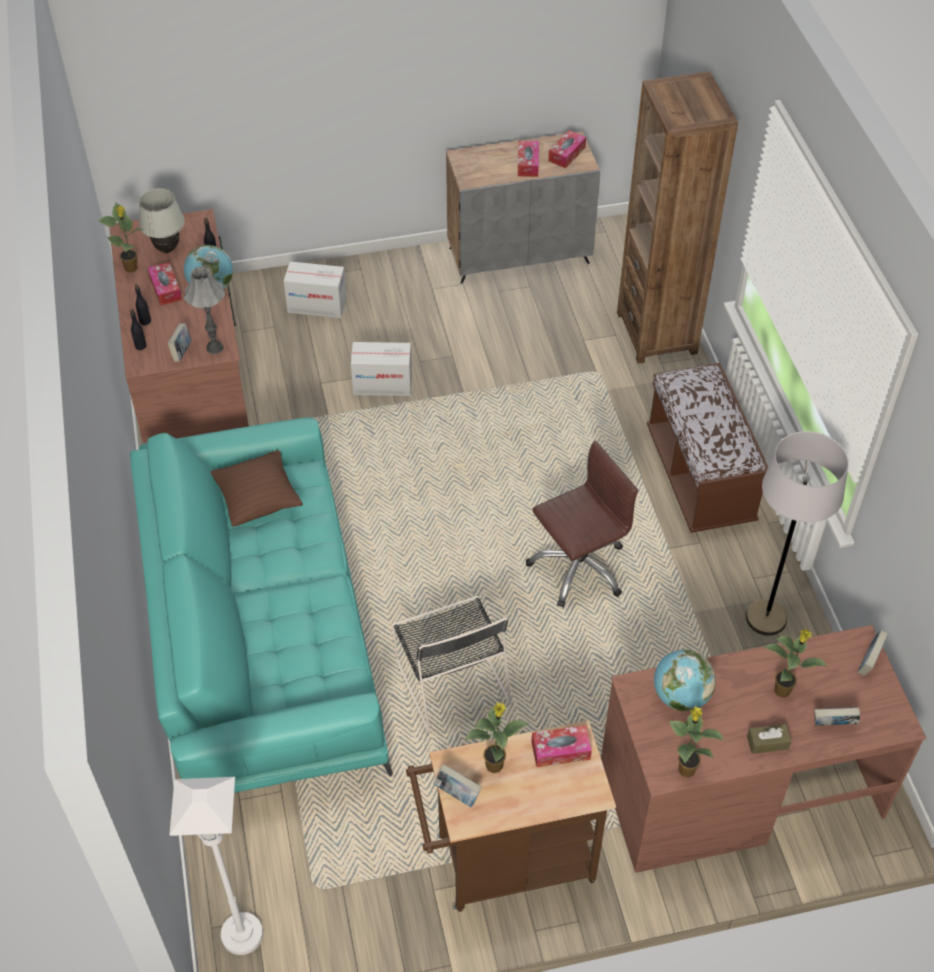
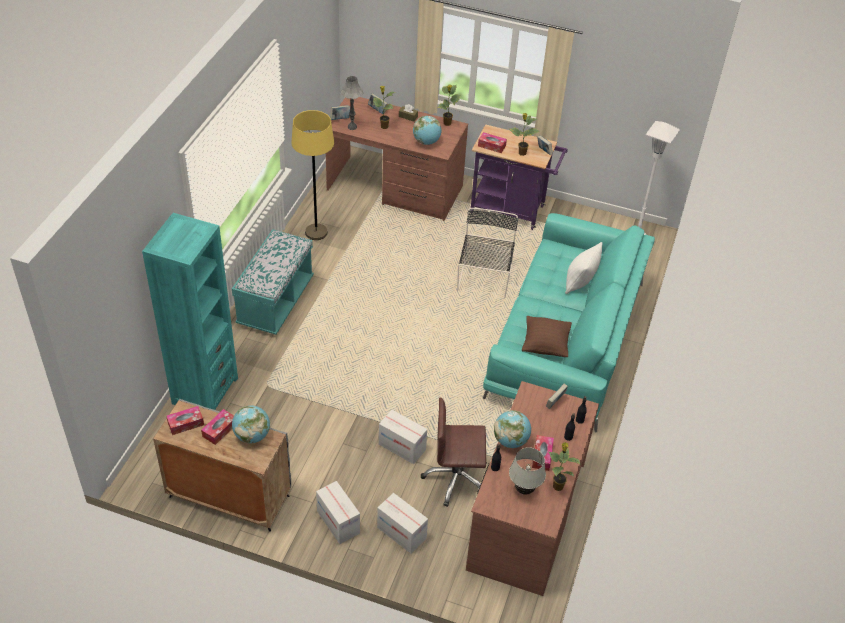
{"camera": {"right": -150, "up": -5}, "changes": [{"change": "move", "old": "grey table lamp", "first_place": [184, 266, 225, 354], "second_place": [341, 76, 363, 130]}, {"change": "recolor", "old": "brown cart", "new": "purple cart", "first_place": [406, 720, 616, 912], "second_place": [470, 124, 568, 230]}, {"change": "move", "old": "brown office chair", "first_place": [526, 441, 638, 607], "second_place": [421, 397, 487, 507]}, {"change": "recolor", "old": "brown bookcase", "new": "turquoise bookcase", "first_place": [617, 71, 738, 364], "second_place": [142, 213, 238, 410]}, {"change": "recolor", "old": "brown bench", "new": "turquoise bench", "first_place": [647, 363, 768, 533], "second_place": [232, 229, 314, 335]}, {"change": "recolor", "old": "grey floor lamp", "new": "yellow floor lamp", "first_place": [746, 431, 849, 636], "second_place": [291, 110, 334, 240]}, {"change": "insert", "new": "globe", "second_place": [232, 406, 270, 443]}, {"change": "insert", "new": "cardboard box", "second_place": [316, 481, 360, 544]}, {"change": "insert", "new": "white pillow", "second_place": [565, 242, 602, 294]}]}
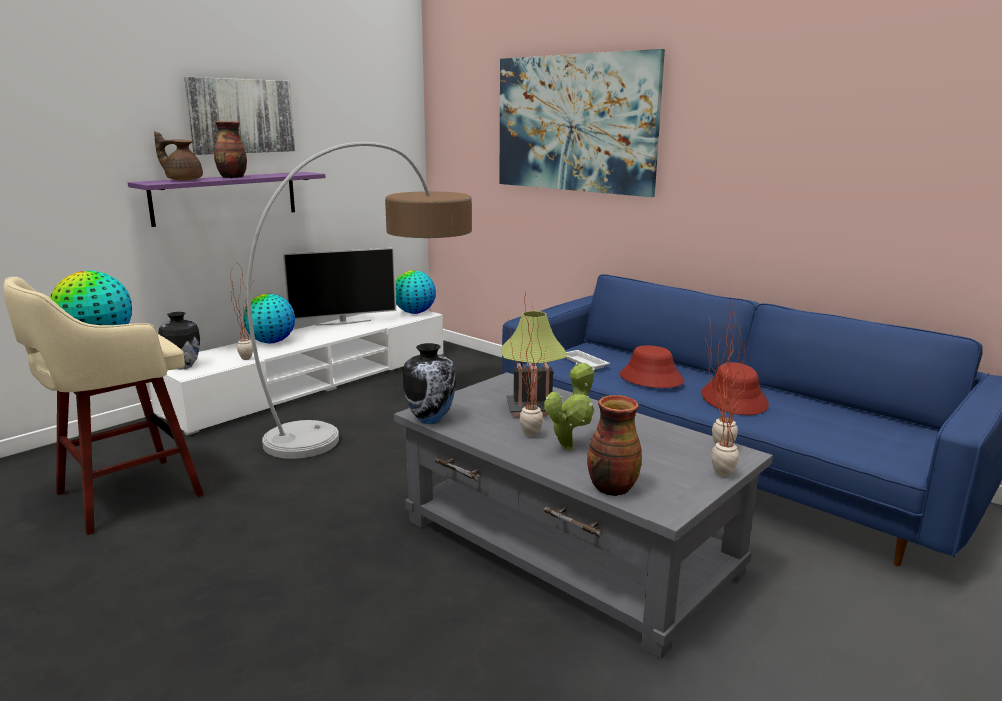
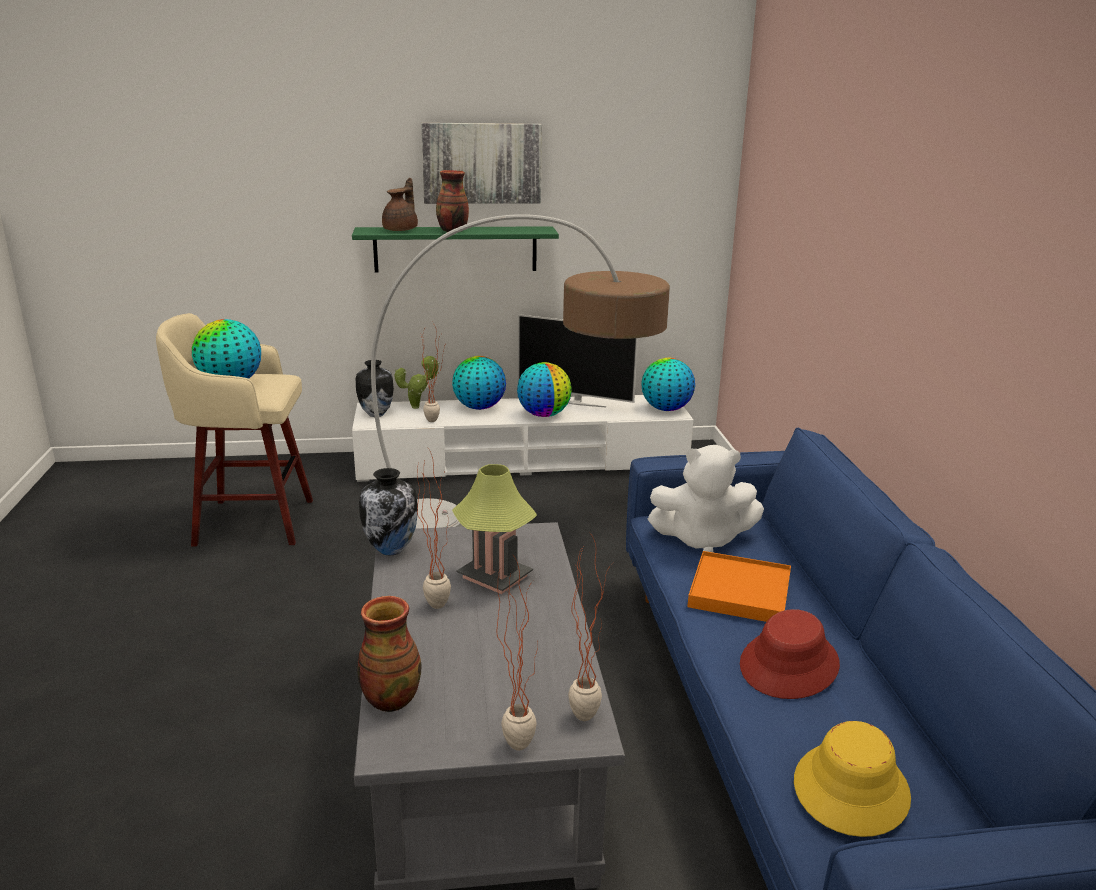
{"camera": {"right": 40, "up": 5}, "changes": [{"change": "recolor", "old": "purple shelf", "new": "green shelf", "first_place": [128, 172, 325, 227], "second_place": [352, 226, 559, 273]}, {"change": "rotate", "old": "brown teapot", "first_place": [154, 131, 203, 181], "second_place": [382, 178, 418, 231], "degrees": 60}, {"change": "delete", "old": "picture", "first_place": [500, 49, 665, 197]}, {"change": "move", "old": "potted plant", "first_place": [544, 363, 595, 450], "second_place": [394, 355, 440, 409]}, {"change": "replace", "old": "white tray", "new": "white plush toy", "first_place": [566, 350, 610, 369], "second_place": [648, 445, 764, 553]}, {"change": "replace", "old": "red hat", "new": "orange tray", "first_place": [620, 345, 684, 388], "second_place": [687, 551, 791, 622]}, {"change": "insert", "new": "globe", "second_place": [517, 362, 572, 417]}, {"change": "insert", "new": "yellow hat", "second_place": [794, 721, 911, 837]}]}
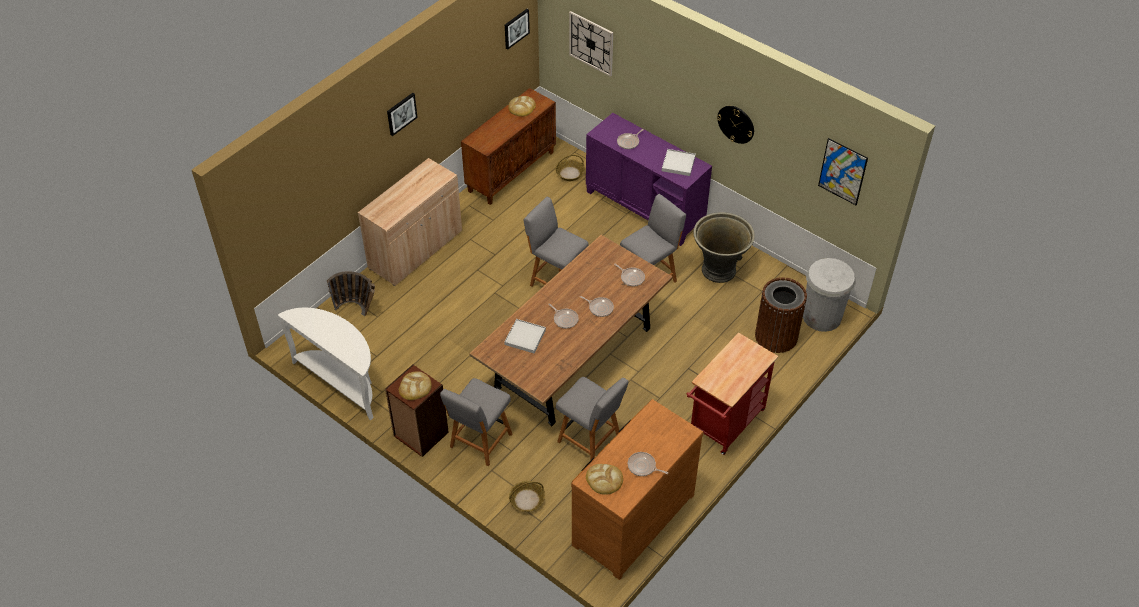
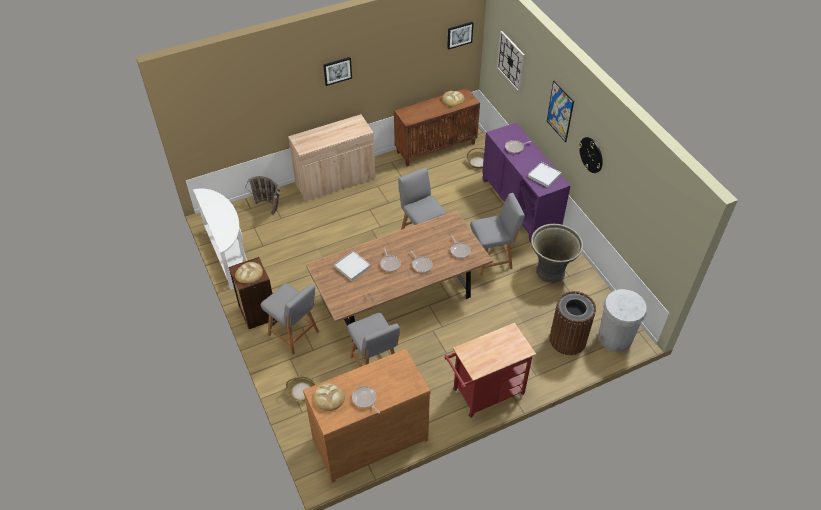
{"camera": {"right": 25, "up": 0}, "changes": [{"change": "rotate", "old": "grey chair", "first_place": [440, 378, 512, 466], "second_place": [261, 283, 319, 355], "degrees": -105}, {"change": "move", "old": "picture", "first_place": [818, 138, 868, 205], "second_place": [547, 81, 574, 142]}]}
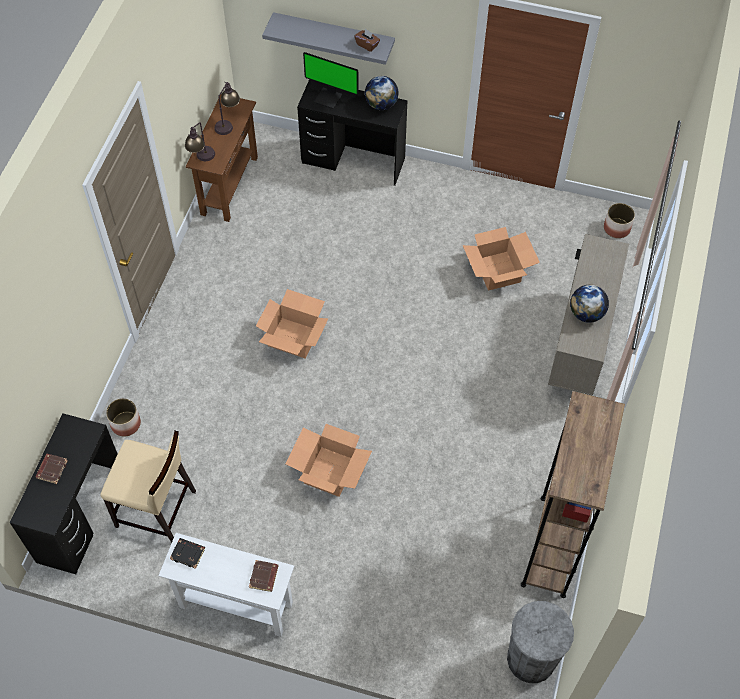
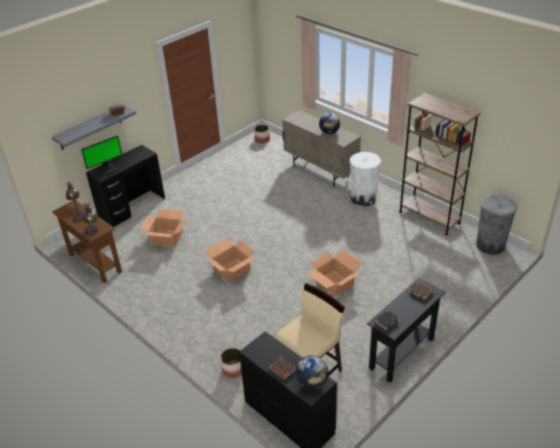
{"camera": {"right": -60, "up": -20}, "changes": [{"change": "recolor", "old": "white console table", "new": "black console table", "first_place": [159, 533, 294, 637], "second_place": [367, 278, 446, 383]}, {"change": "move", "old": "globe", "first_place": [365, 76, 398, 110], "second_place": [295, 356, 328, 390]}, {"change": "move", "old": "cardboard box", "first_place": [463, 227, 540, 290], "second_place": [141, 209, 186, 246]}, {"change": "insert", "new": "white trash can", "second_place": [350, 152, 381, 207]}]}
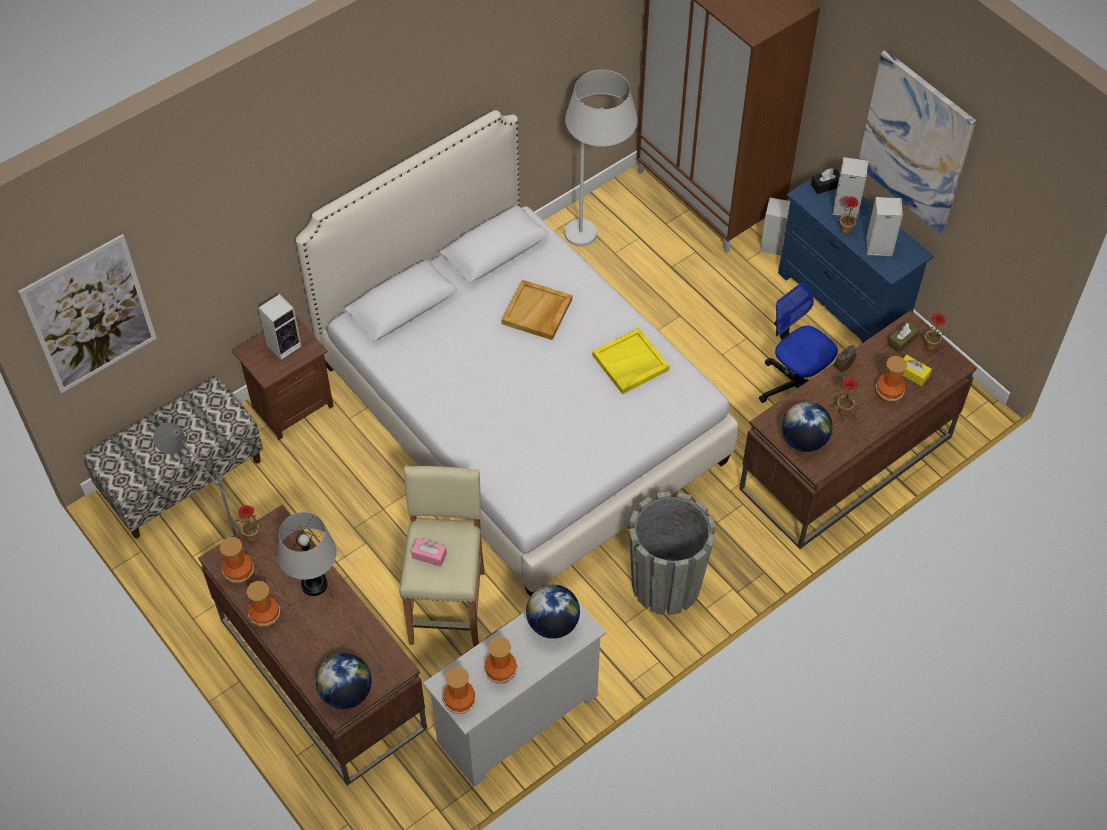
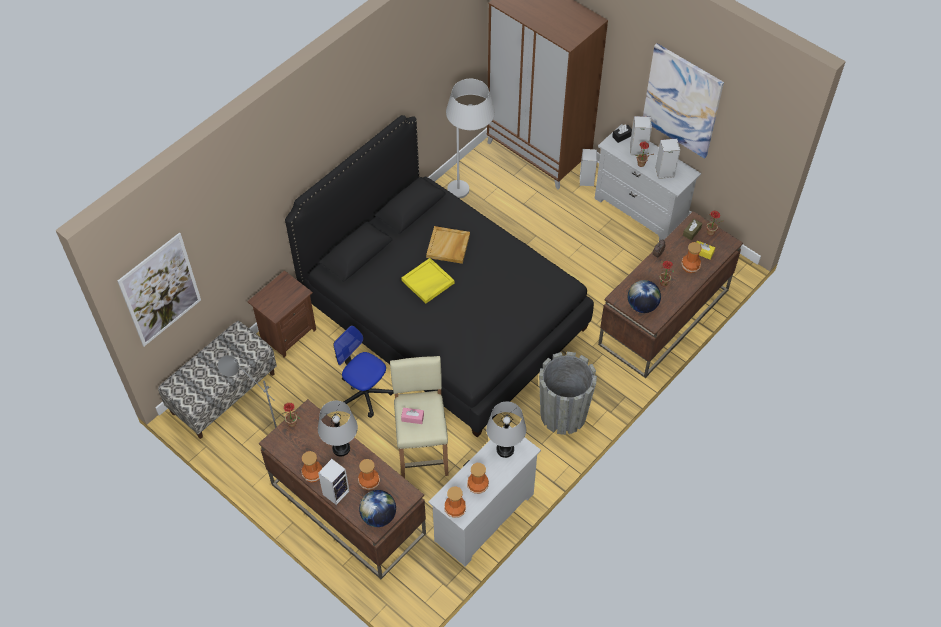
{"camera": {"right": -10, "up": 0}, "changes": [{"change": "move", "old": "vase", "first_place": [220, 537, 254, 584], "second_place": [358, 459, 380, 490]}, {"change": "move", "old": "speaker", "first_place": [258, 294, 302, 360], "second_place": [318, 459, 349, 505]}, {"change": "recolor", "old": "white bed", "new": "black bed", "first_place": [296, 110, 738, 597], "second_place": [285, 115, 594, 437]}, {"change": "replace", "old": "globe", "new": "grey table lamp", "first_place": [526, 584, 580, 639], "second_place": [486, 402, 526, 458]}, {"change": "move", "old": "yellow tray", "first_place": [592, 328, 670, 394], "second_place": [401, 258, 454, 303]}, {"change": "move", "old": "office chair", "first_place": [759, 282, 838, 403], "second_place": [334, 326, 394, 418]}, {"change": "recolor", "old": "blue dresser", "new": "white dresser", "first_place": [778, 168, 934, 343], "second_place": [594, 124, 701, 241]}]}
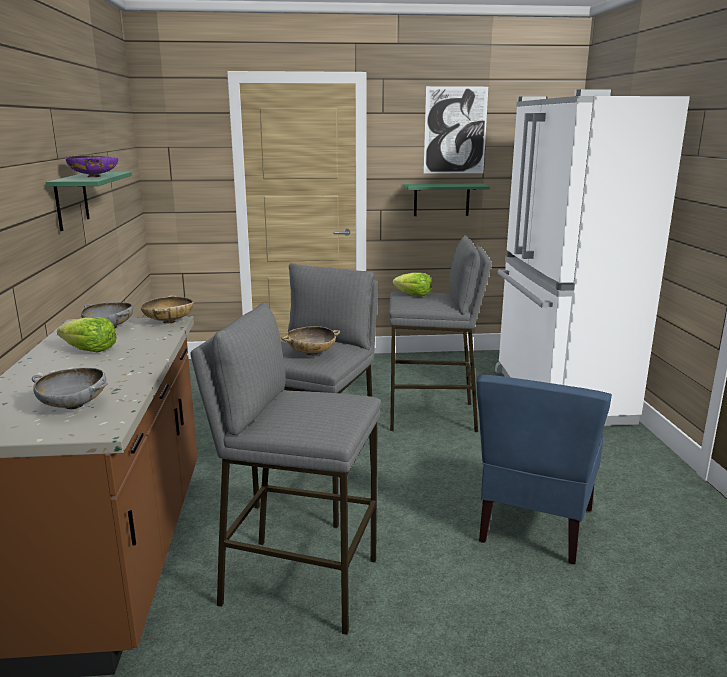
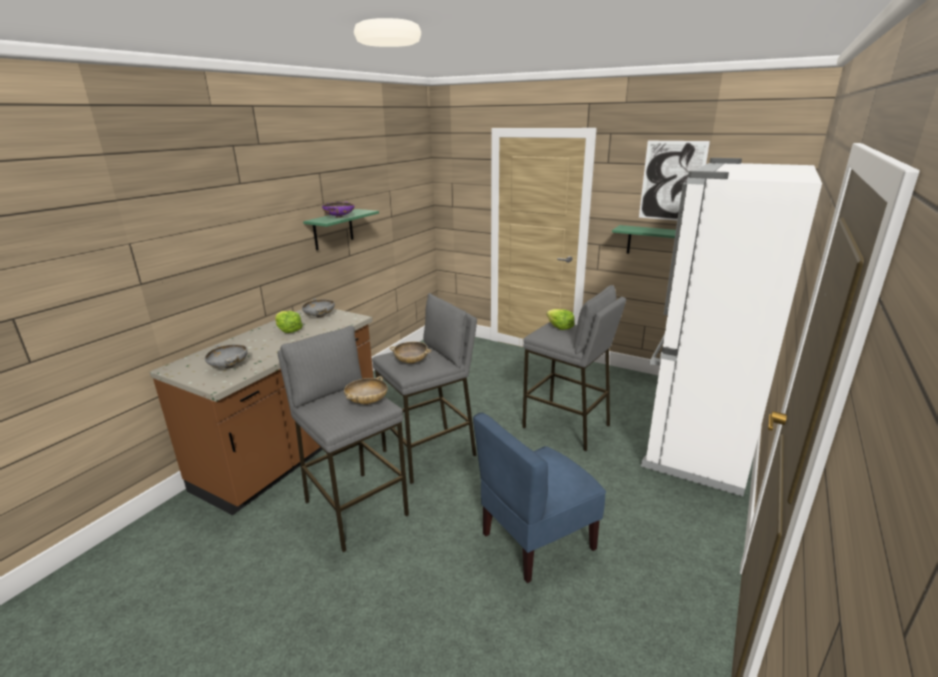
{"camera": {"right": 35, "up": 5}, "changes": [{"change": "move", "old": "beige bowl", "first_place": [141, 295, 194, 324], "second_place": [344, 376, 388, 405]}]}
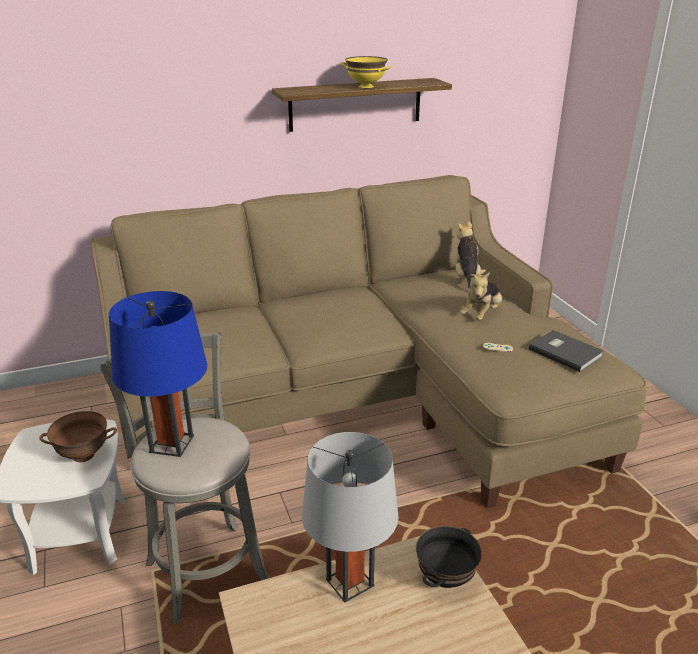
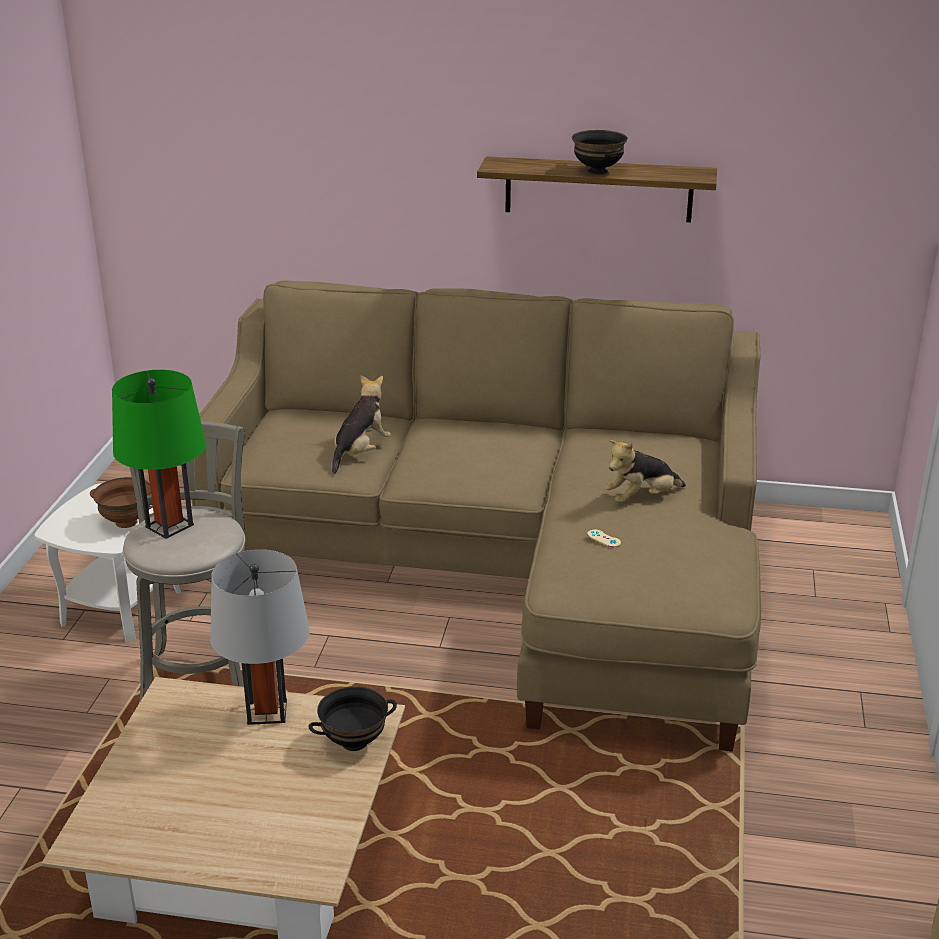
{"camera": {"right": 30, "up": 0}, "changes": [{"change": "recolor", "old": "blue table lamp", "new": "green table lamp", "first_place": [109, 291, 207, 457], "second_place": [112, 370, 206, 539]}, {"change": "recolor", "old": "yellow bowl", "new": "black bowl", "first_place": [342, 56, 392, 88], "second_place": [572, 130, 627, 174]}, {"change": "move", "old": "plush toy", "first_place": [455, 221, 486, 288], "second_place": [332, 375, 391, 474]}, {"change": "delete", "old": "grey book", "first_place": [529, 330, 604, 372]}]}
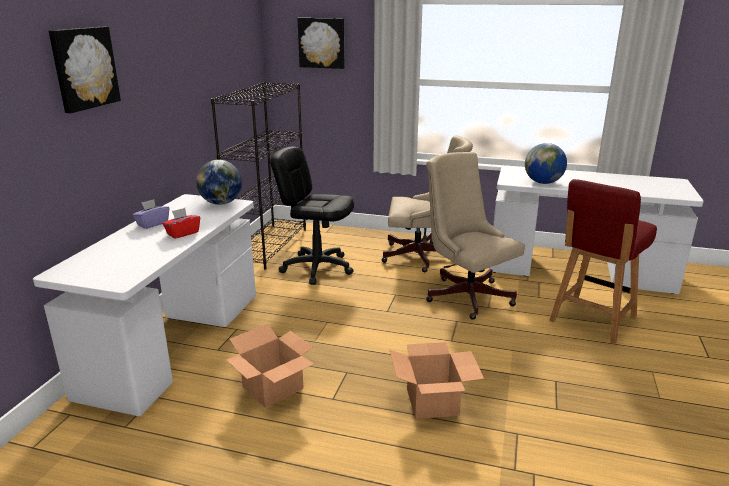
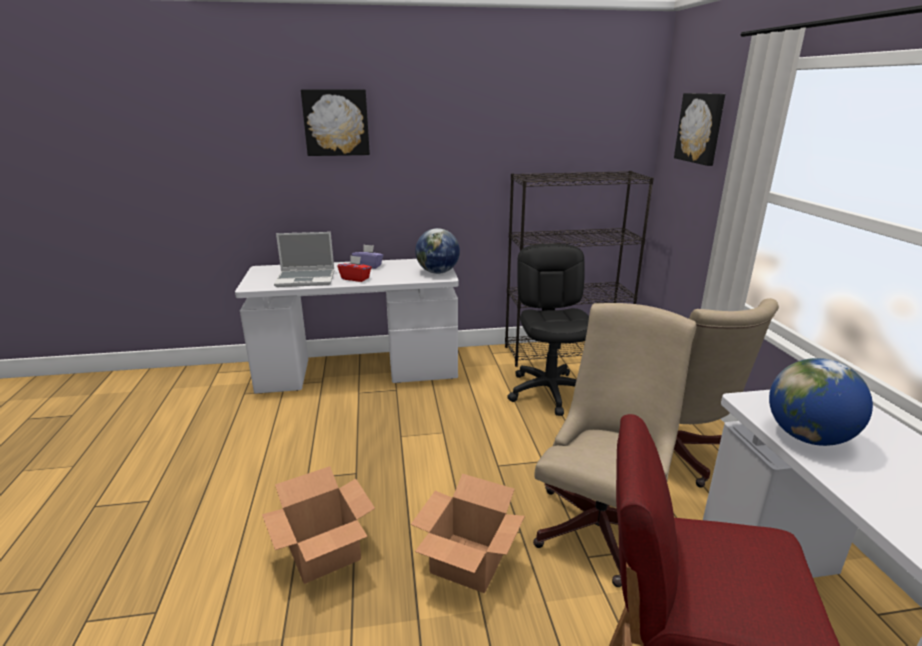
{"camera": {"right": 65, "up": 0}, "changes": [{"change": "move", "old": "cardboard box", "first_place": [226, 324, 314, 408], "second_place": [411, 474, 525, 593]}, {"change": "insert", "new": "laptop", "second_place": [274, 232, 335, 287]}]}
